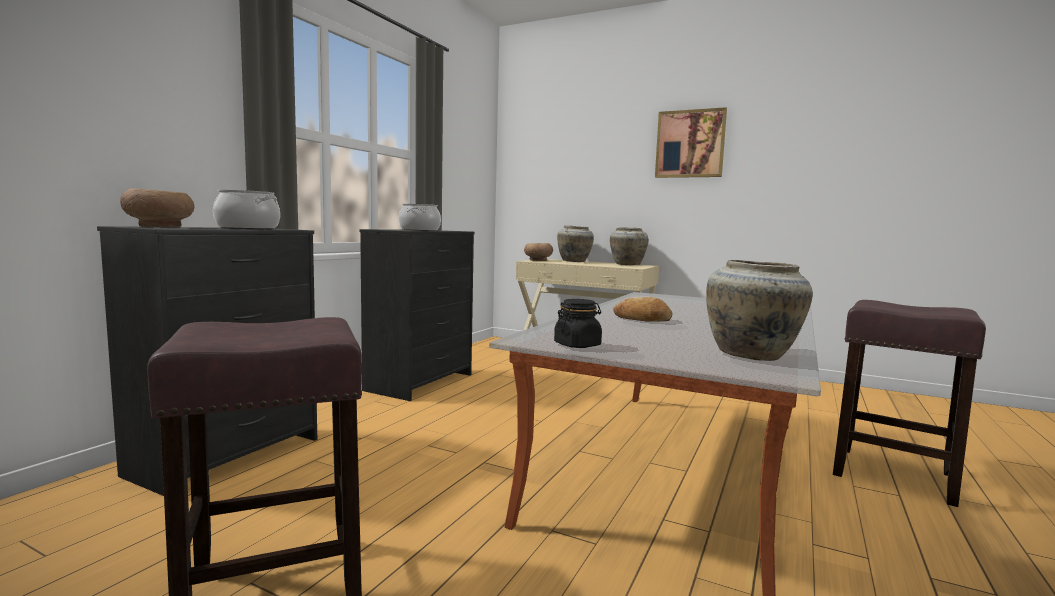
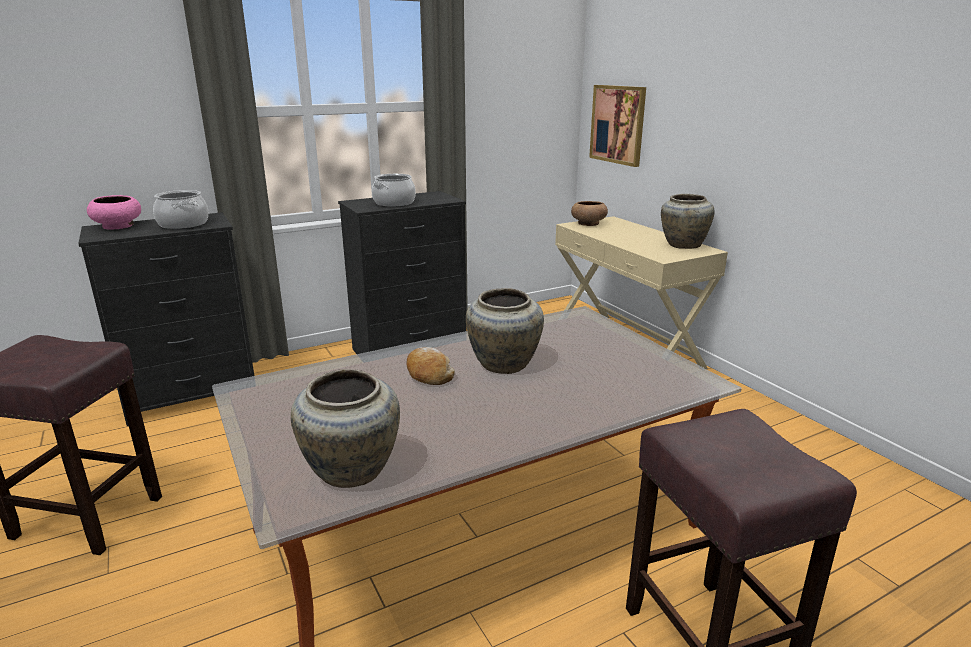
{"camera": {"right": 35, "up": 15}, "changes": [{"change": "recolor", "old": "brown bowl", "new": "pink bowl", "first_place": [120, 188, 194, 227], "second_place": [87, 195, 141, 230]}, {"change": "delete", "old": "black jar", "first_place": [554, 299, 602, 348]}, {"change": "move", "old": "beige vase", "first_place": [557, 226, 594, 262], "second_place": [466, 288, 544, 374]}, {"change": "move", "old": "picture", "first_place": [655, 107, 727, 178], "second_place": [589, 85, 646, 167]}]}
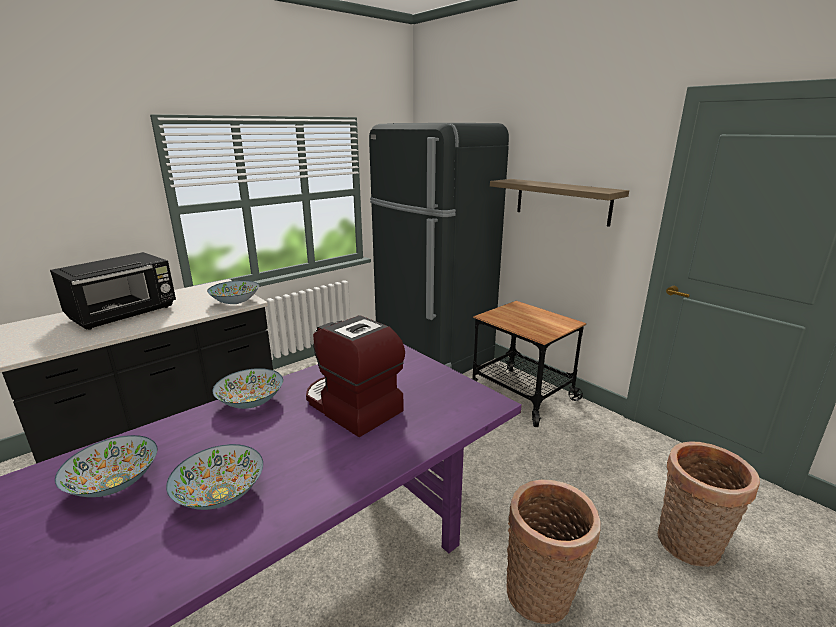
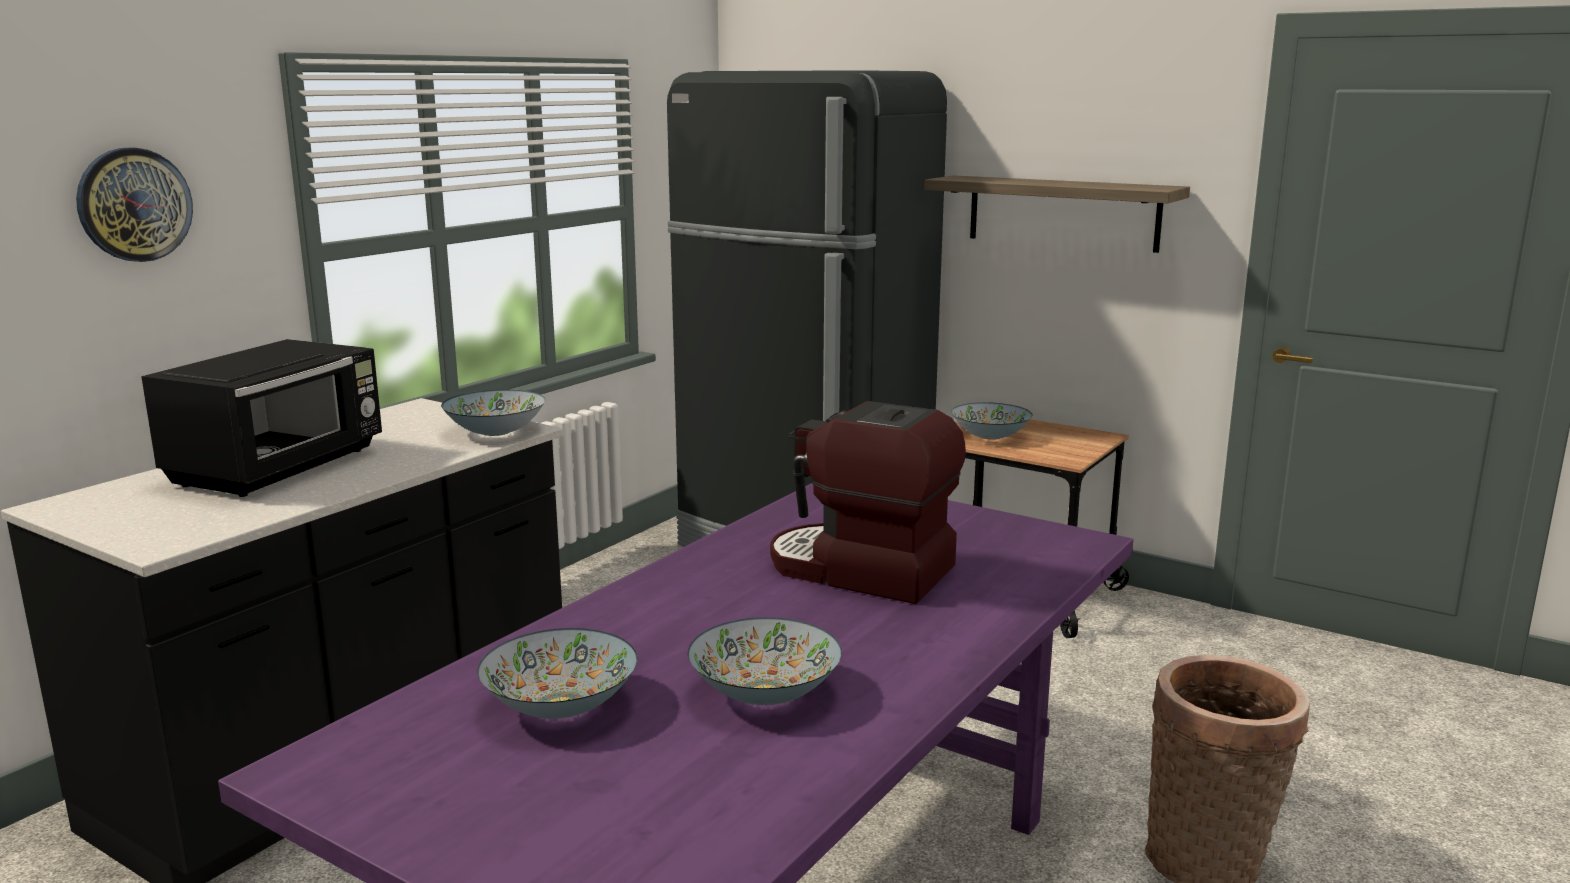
{"camera": {"right": -15, "up": -5}, "changes": [{"change": "move", "old": "bowl", "first_place": [212, 368, 283, 409], "second_place": [951, 402, 1033, 440]}, {"change": "delete", "old": "basket", "first_place": [657, 441, 760, 567]}, {"change": "insert", "new": "wall clock", "second_place": [76, 147, 193, 262]}]}
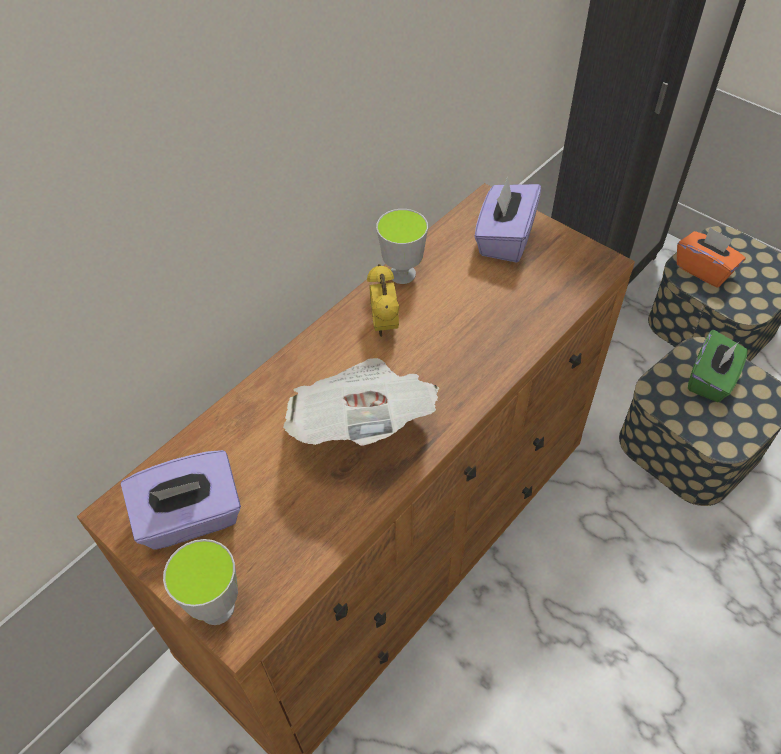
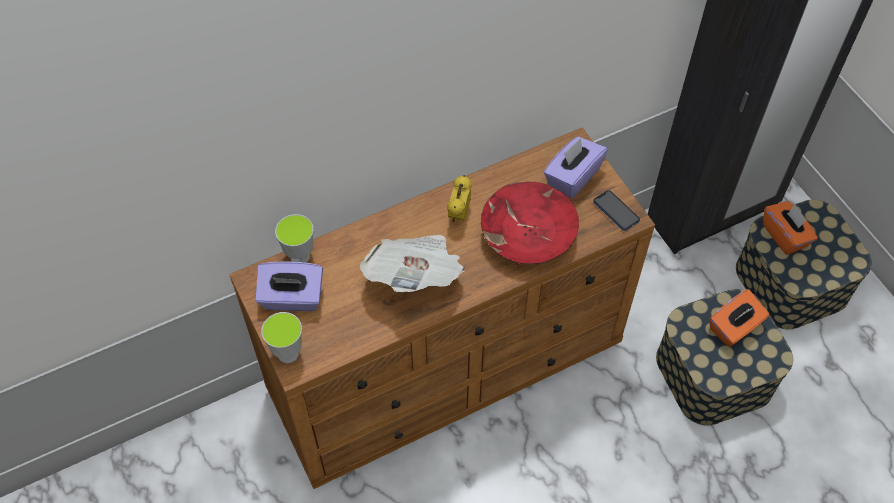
{"camera": {"right": 20, "up": 5}, "changes": [{"change": "move", "old": "cup", "first_place": [376, 209, 428, 284], "second_place": [275, 214, 313, 263]}, {"change": "recolor", "old": "green tissue box", "new": "orange tissue box", "first_place": [688, 330, 748, 402], "second_place": [710, 289, 769, 347]}, {"change": "insert", "new": "red bowl", "second_place": [481, 182, 579, 265]}, {"change": "insert", "new": "phone", "second_place": [593, 190, 640, 231]}]}
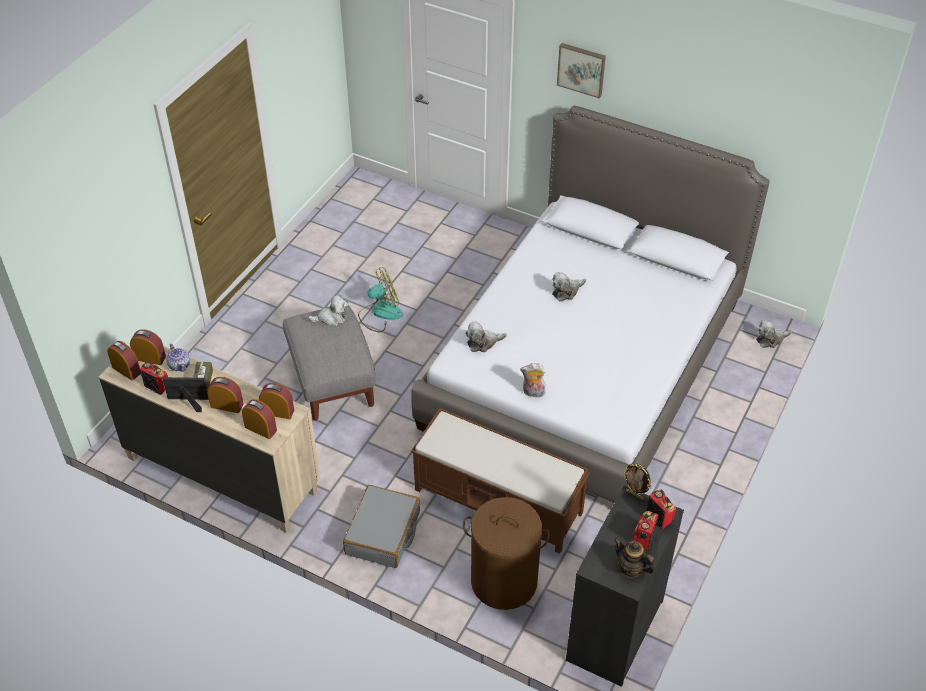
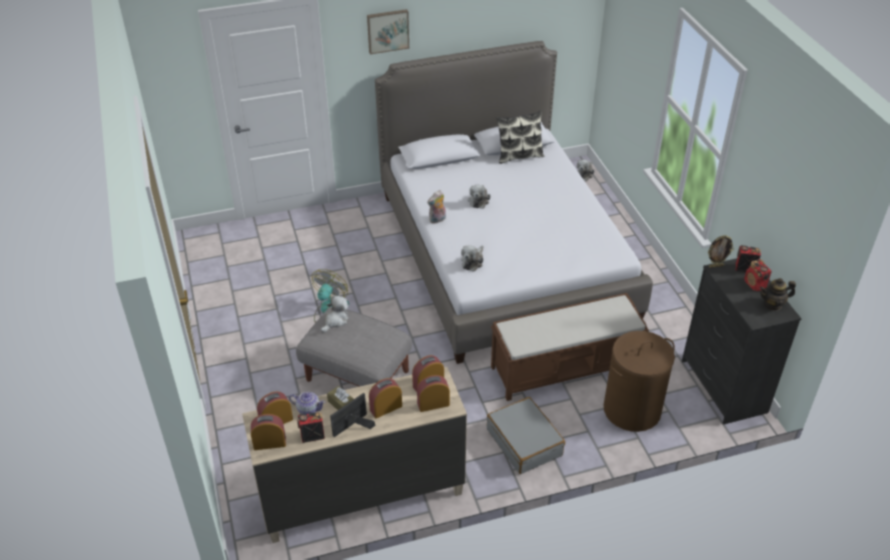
{"camera": {"right": -45, "up": -5}, "changes": [{"change": "move", "old": "plush toy", "first_place": [520, 363, 546, 398], "second_place": [427, 190, 446, 224]}, {"change": "insert", "new": "pillow", "second_place": [496, 110, 544, 164]}]}
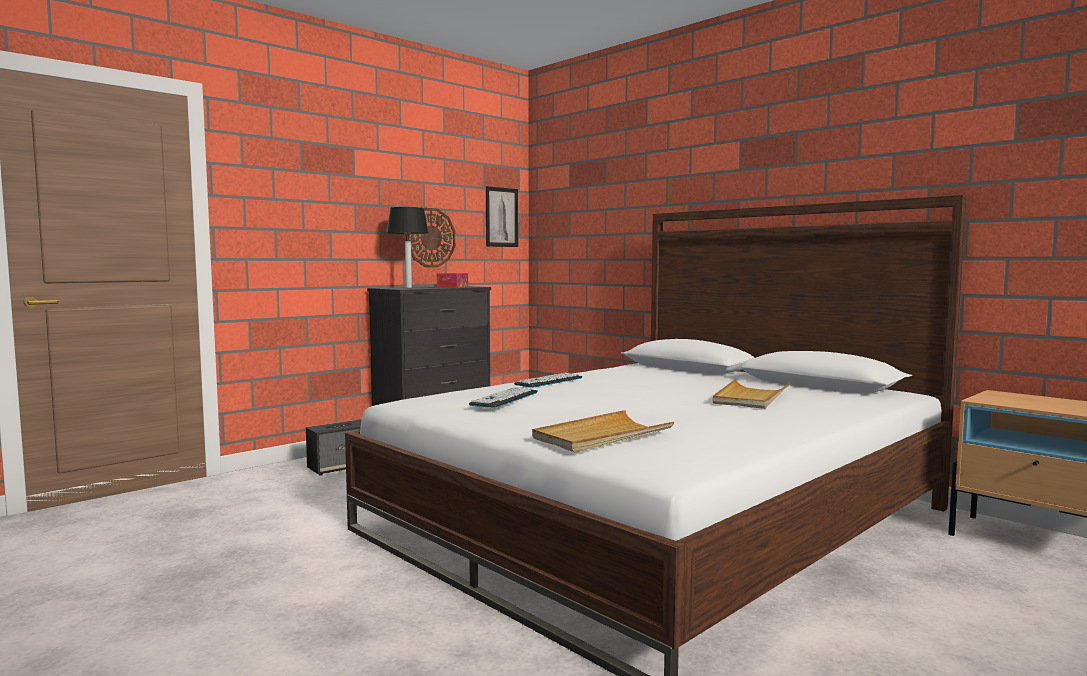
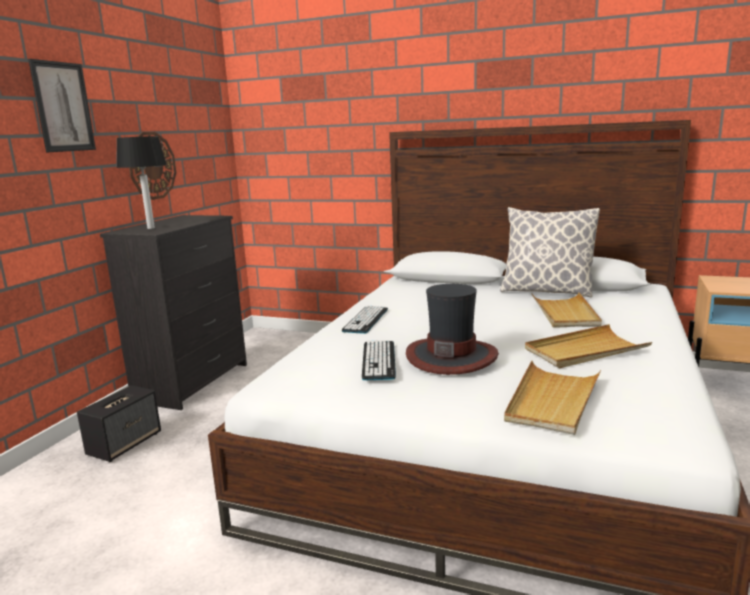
{"camera": {"right": -25, "up": 10}, "changes": [{"change": "delete", "old": "tissue box", "first_place": [437, 273, 468, 287]}, {"change": "move", "old": "picture", "first_place": [486, 186, 518, 247], "second_place": [28, 59, 96, 152]}, {"change": "insert", "new": "hat", "second_place": [406, 284, 499, 375]}, {"change": "insert", "new": "pillow", "second_place": [500, 207, 600, 297]}, {"change": "insert", "new": "beige tray", "second_place": [525, 324, 652, 368]}]}
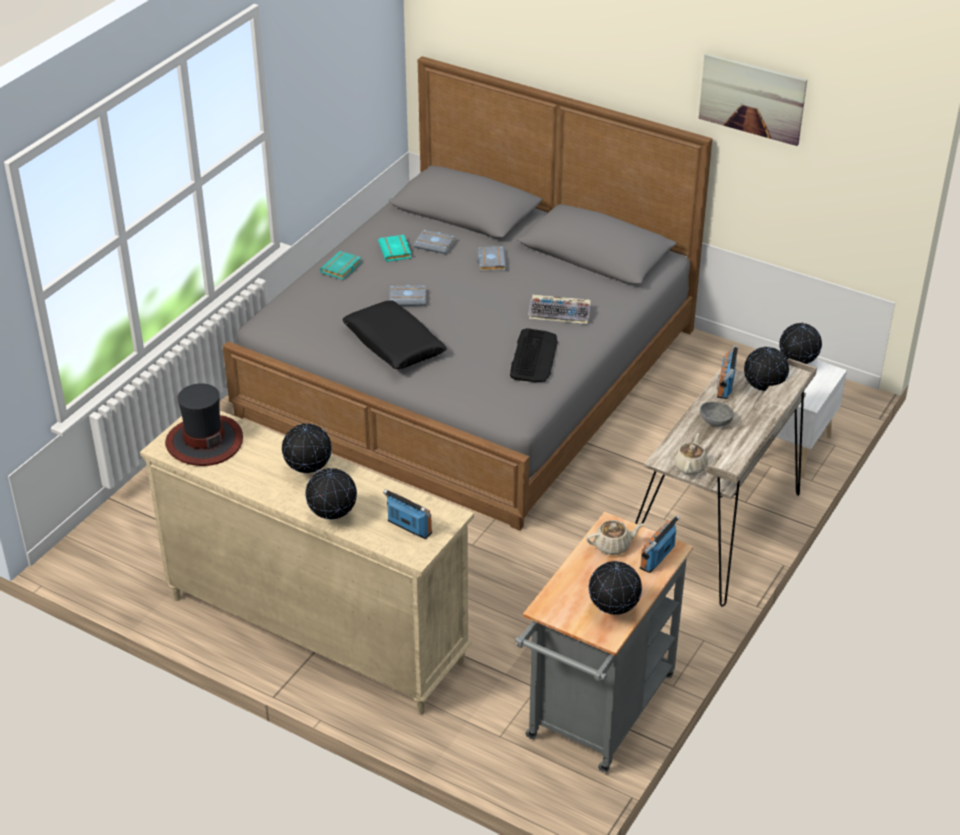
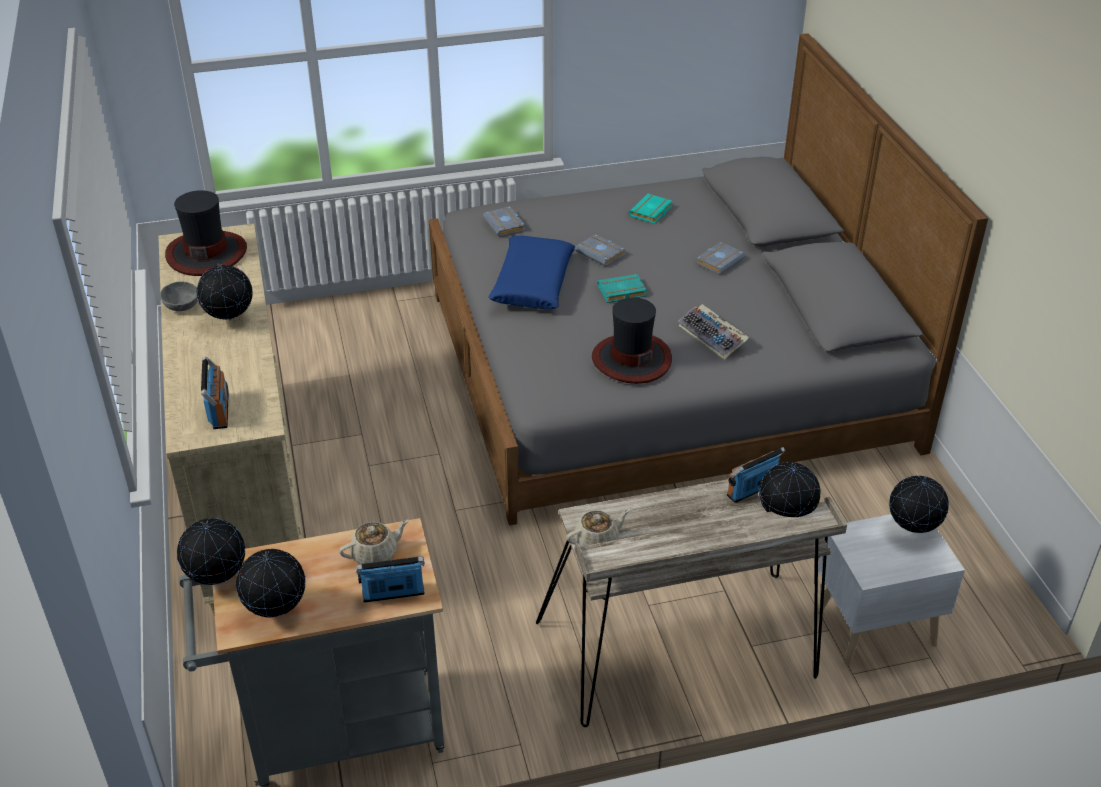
{"camera": {"right": 45, "up": 0}, "changes": [{"change": "move", "old": "globe", "first_place": [305, 468, 357, 519], "second_place": [177, 518, 245, 585]}, {"change": "move", "old": "turquoise book", "first_place": [320, 251, 362, 280], "second_place": [597, 274, 647, 303]}, {"change": "recolor", "old": "black pillow", "new": "blue pillow", "first_place": [342, 300, 447, 369], "second_place": [489, 236, 575, 309]}, {"change": "move", "old": "grey book", "first_place": [414, 230, 456, 254], "second_place": [483, 207, 526, 237]}, {"change": "replace", "old": "keyboard", "new": "hat", "first_place": [510, 328, 558, 382], "second_place": [592, 298, 672, 384]}, {"change": "rotate", "old": "beige teapot", "first_place": [586, 520, 644, 555], "second_place": [339, 519, 409, 564], "degrees": -60}, {"change": "delete", "old": "picture", "first_place": [699, 53, 807, 146]}, {"change": "move", "old": "grey bowl", "first_place": [700, 402, 734, 426], "second_place": [160, 281, 198, 311]}]}
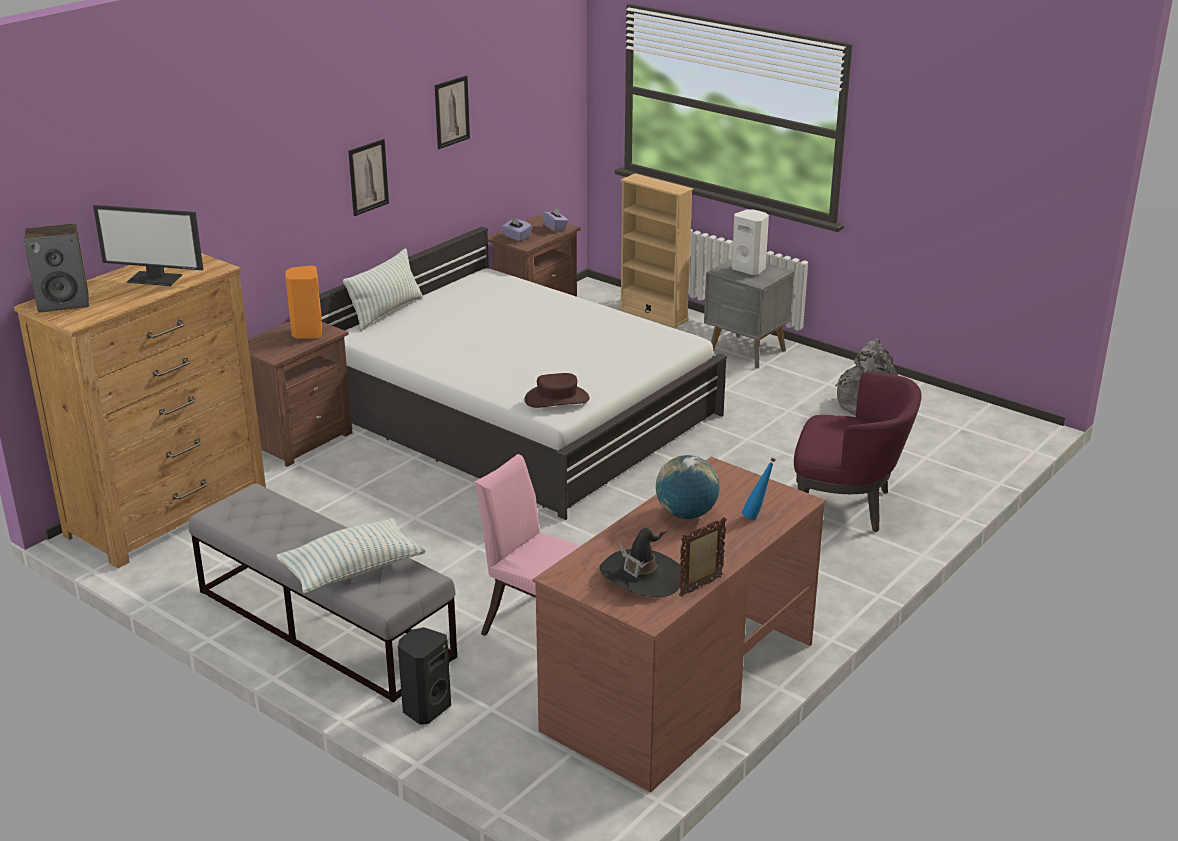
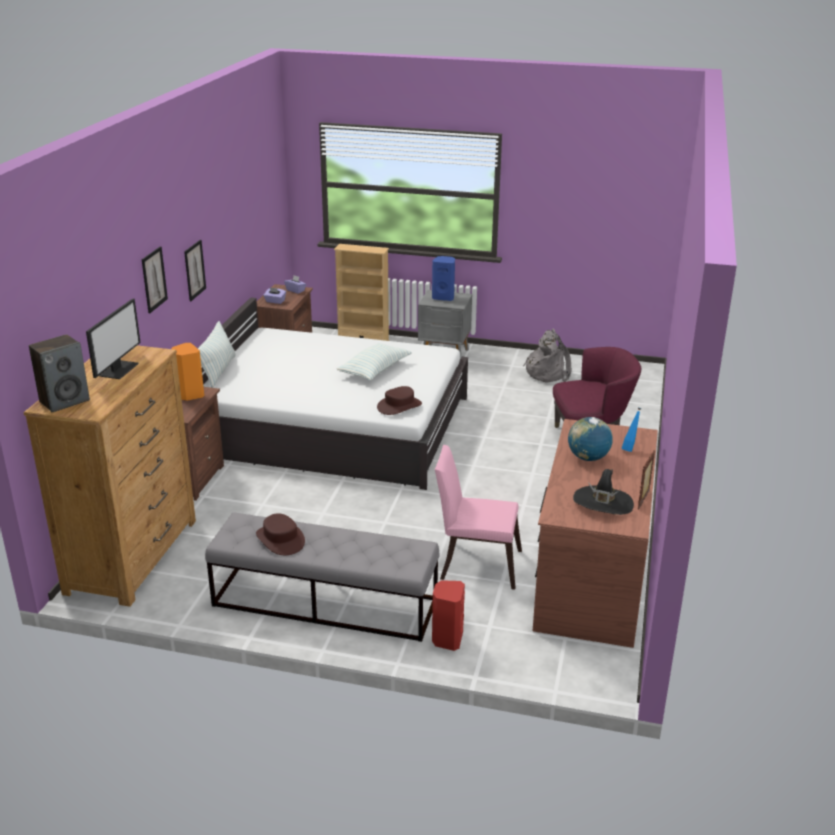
{"camera": {"right": -25, "up": 0}, "changes": [{"change": "rotate", "old": "monitor", "first_place": [93, 205, 203, 286], "second_place": [86, 298, 141, 379], "degrees": -60}, {"change": "move", "old": "pillow", "first_place": [276, 518, 425, 593], "second_place": [337, 343, 411, 381]}, {"change": "recolor", "old": "black speaker", "new": "red speaker", "first_place": [398, 627, 451, 725], "second_place": [432, 580, 465, 651]}, {"change": "move", "old": "picture", "first_place": [435, 76, 470, 149], "second_place": [142, 246, 168, 313]}, {"change": "recolor", "old": "white speaker", "new": "blue speaker", "first_place": [732, 209, 769, 275], "second_place": [432, 256, 455, 301]}, {"change": "insert", "new": "brown hat", "second_place": [256, 513, 305, 555]}]}
